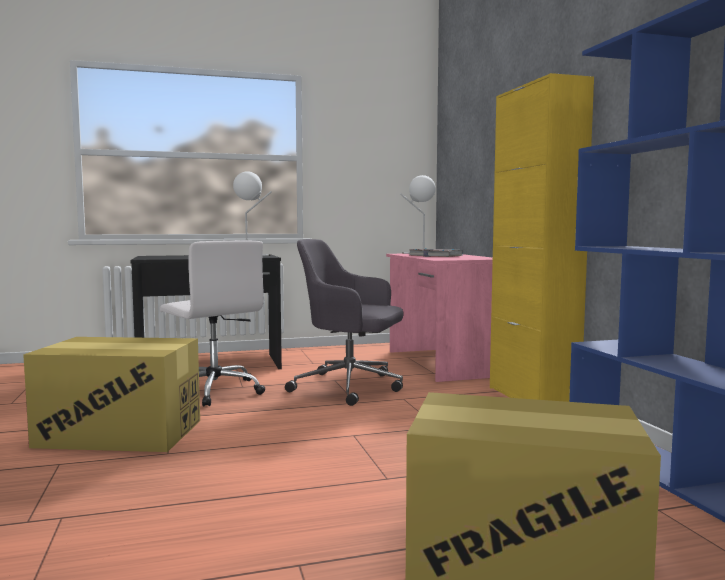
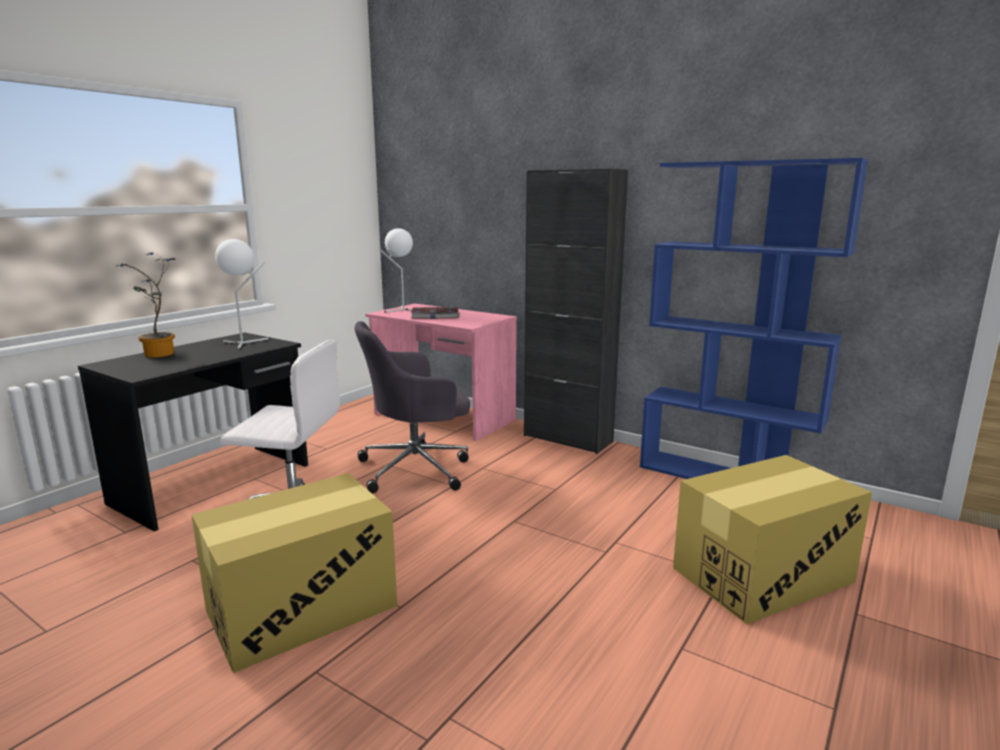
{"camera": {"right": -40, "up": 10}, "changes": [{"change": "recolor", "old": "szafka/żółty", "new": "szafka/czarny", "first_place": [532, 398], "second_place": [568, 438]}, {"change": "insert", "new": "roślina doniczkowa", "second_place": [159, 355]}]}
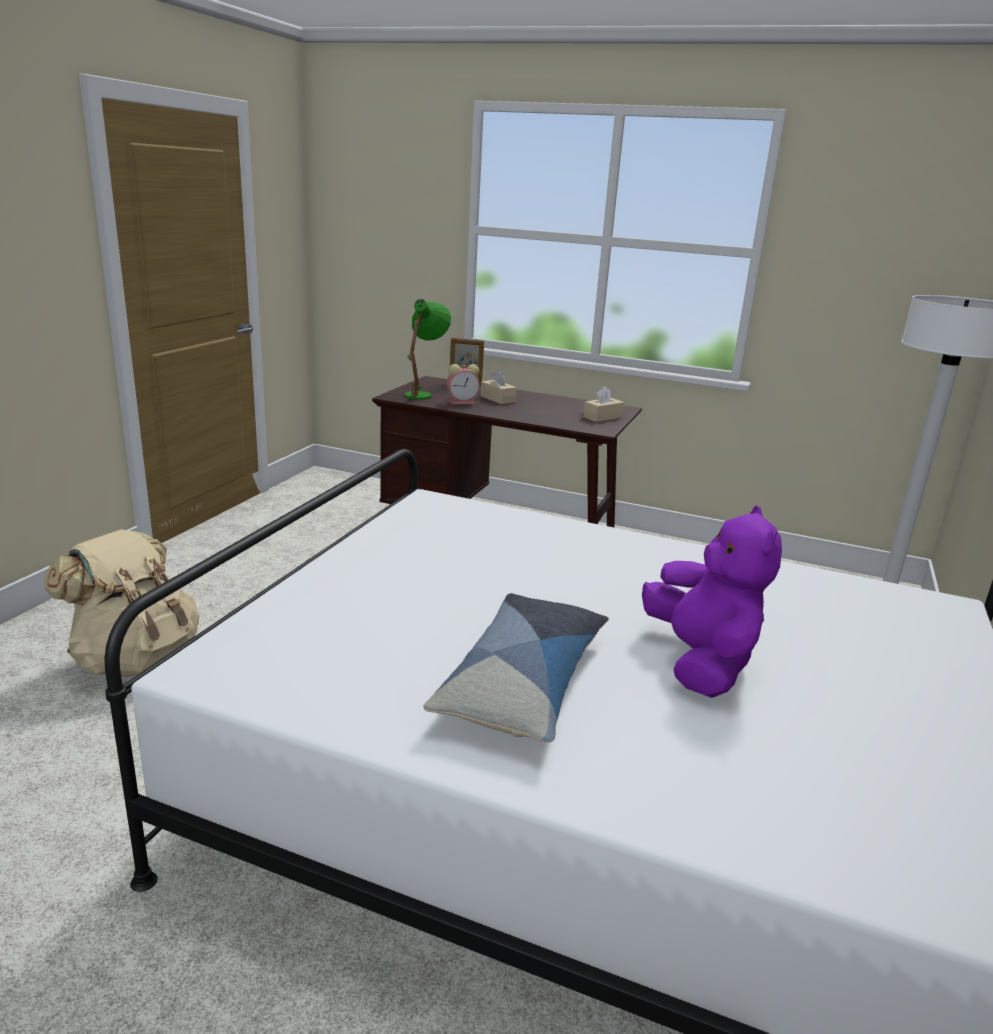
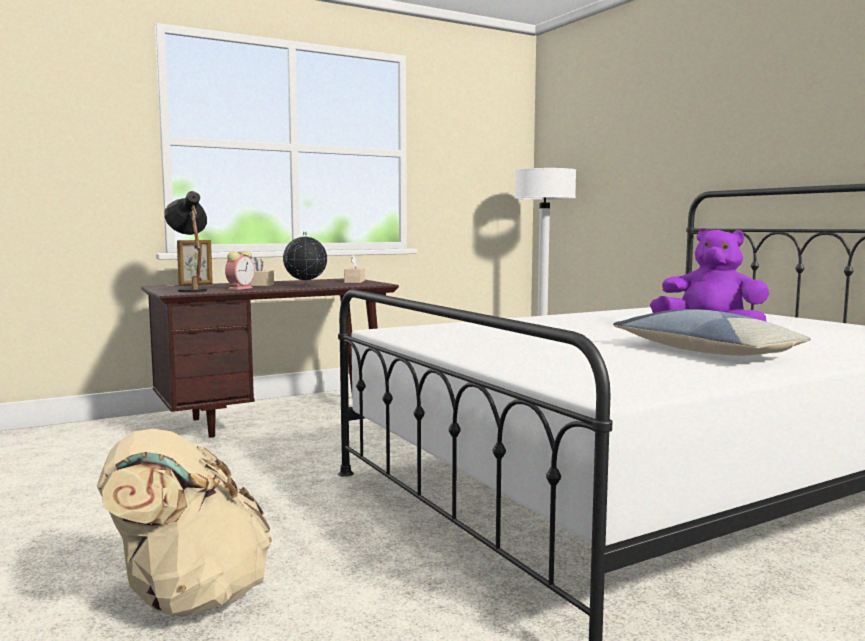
{"camera": {"right": -50, "up": -15}, "changes": [{"change": "recolor", "old": "lampa stołowa/zielony", "new": "lampa stołowa/czarny", "first_place": [423, 394], "second_place": [191, 290]}, {"change": "insert", "new": "globus", "second_place": [305, 286]}]}
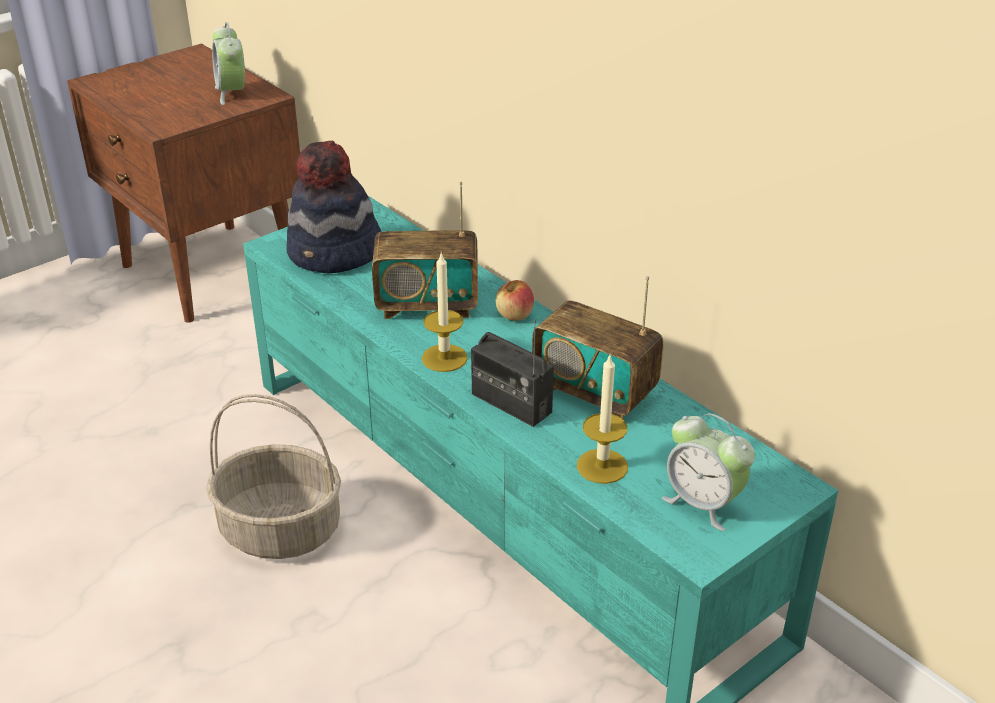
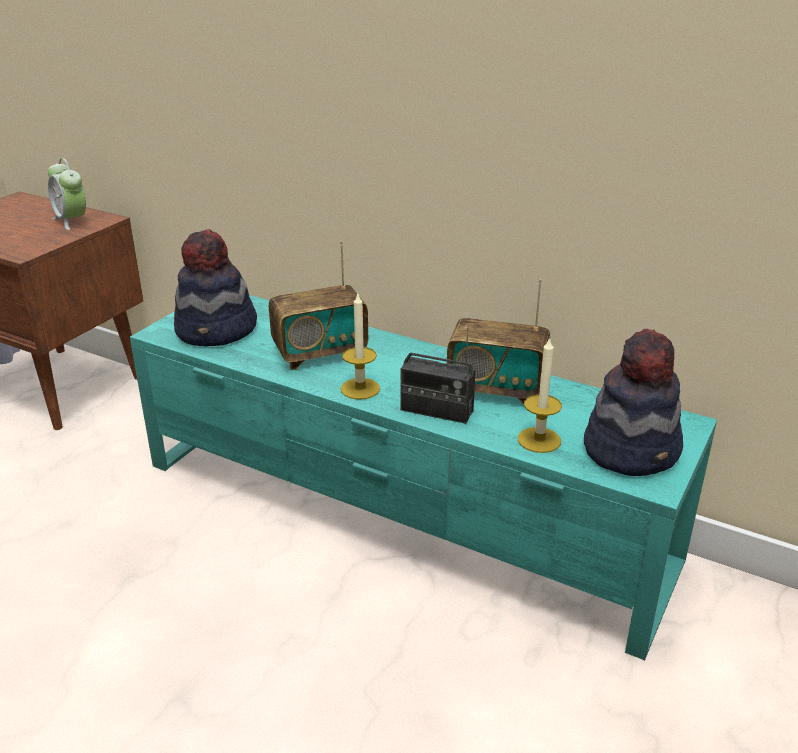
{"camera": {"right": -20, "up": -5}, "changes": [{"change": "delete", "old": "jabłko", "first_place": [514, 315]}, {"change": "delete", "old": "koszyk", "first_place": [282, 529]}, {"change": "replace", "old": "budzik", "new": "kapelusz", "first_place": [703, 503], "second_place": [632, 449]}]}
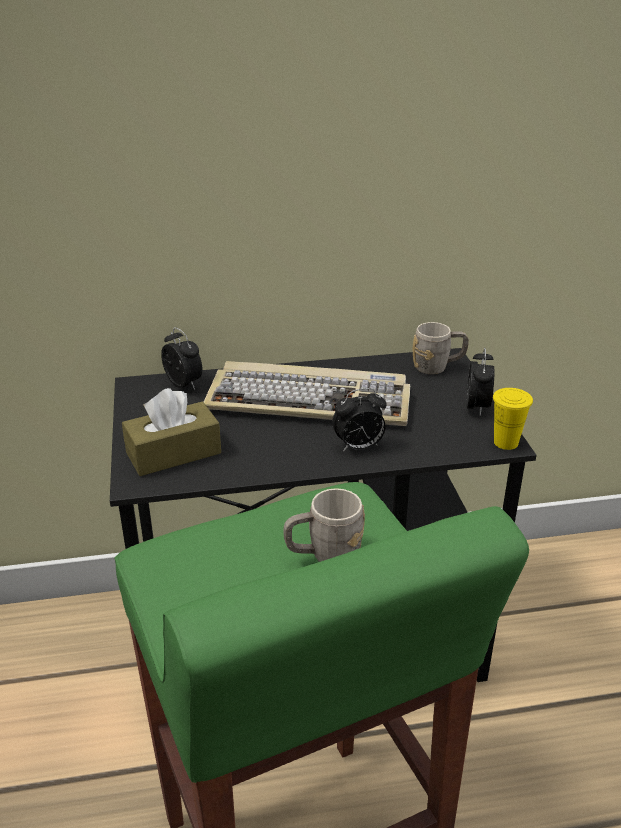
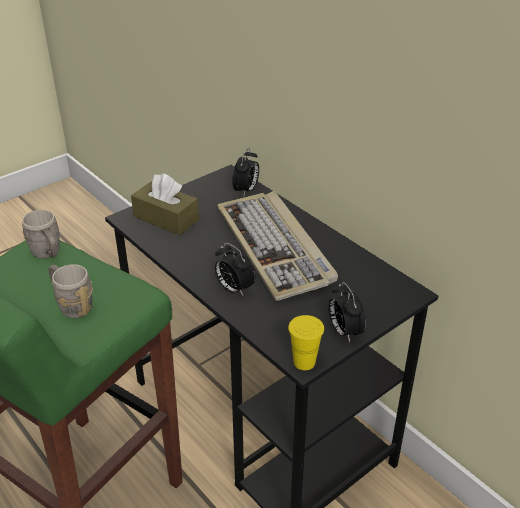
{"camera": {"right": 60, "up": 5}, "changes": [{"change": "move", "old": "kubek/szary", "first_place": [438, 367], "second_place": [48, 254]}, {"change": "rotate", "old": "budzik", "first_place": [477, 407], "second_place": [344, 332], "degrees": 90}]}
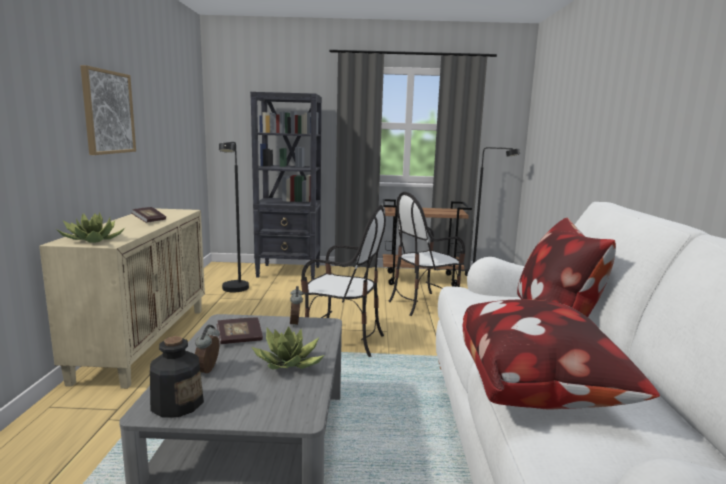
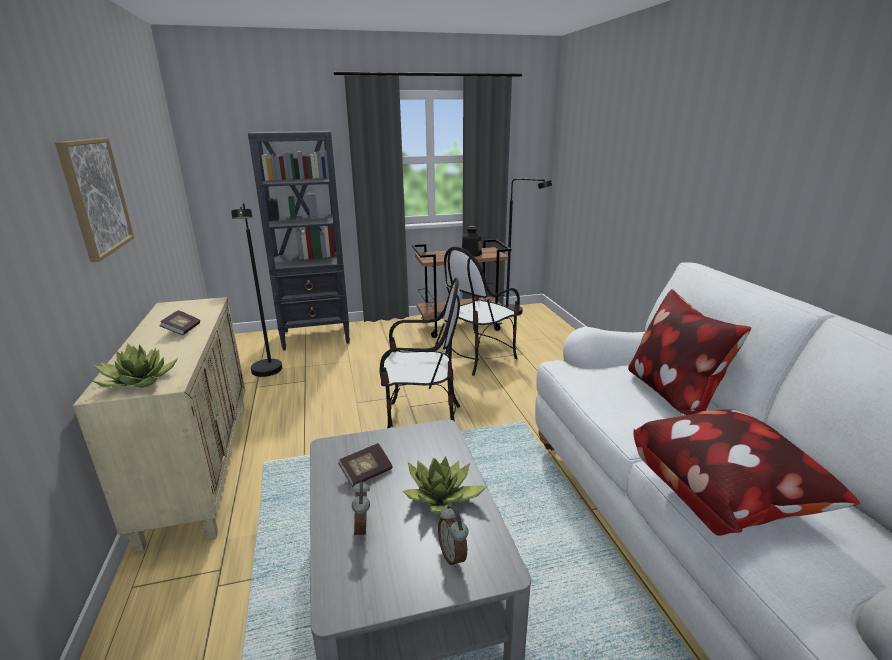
{"camera": {"right": -15, "up": 10}, "changes": [{"change": "move", "old": "budzik", "first_place": [296, 323], "second_place": [453, 556]}, {"change": "move", "old": "butelka", "first_place": [177, 404], "second_place": [471, 254]}]}
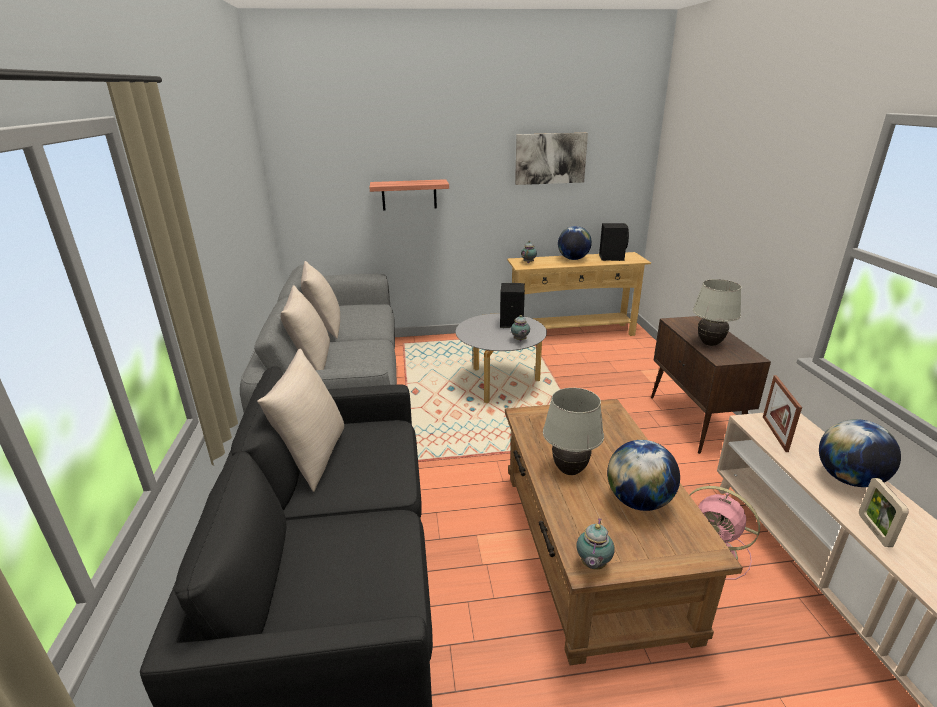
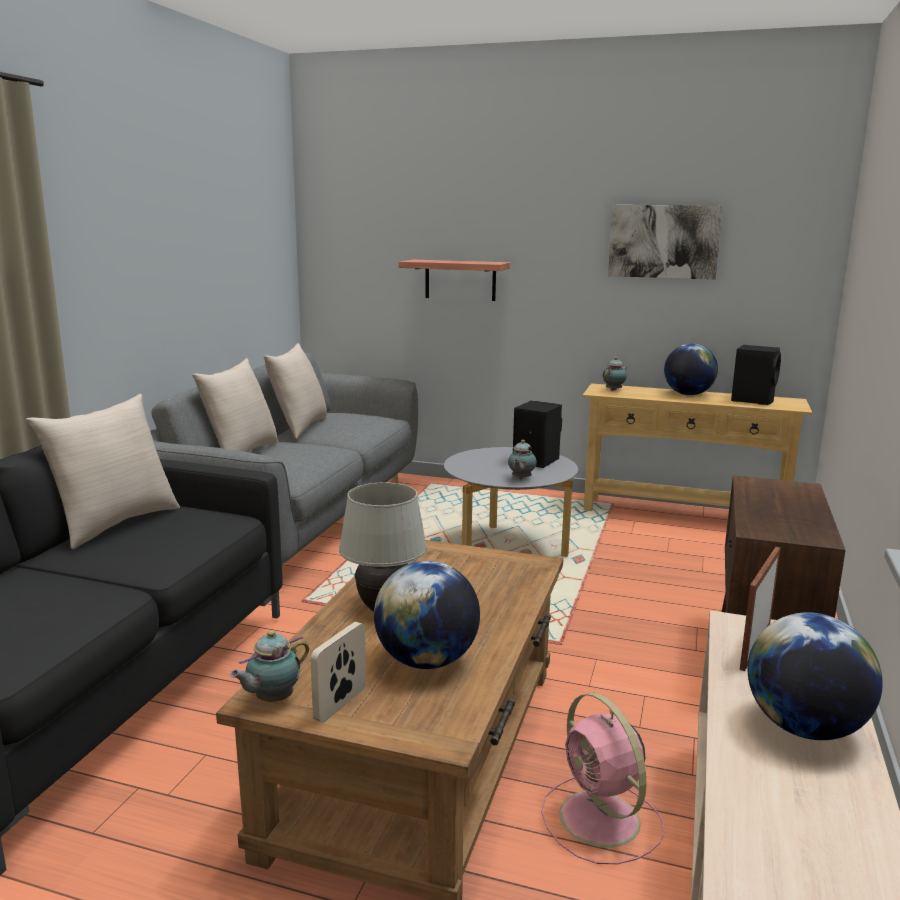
{"camera": {"right": 25, "up": -10}, "changes": [{"change": "delete", "old": "lampa stołowa/biały", "first_place": [709, 344]}, {"change": "move", "old": "ramka na zdjęcie", "first_place": [874, 530], "second_place": [340, 704]}]}
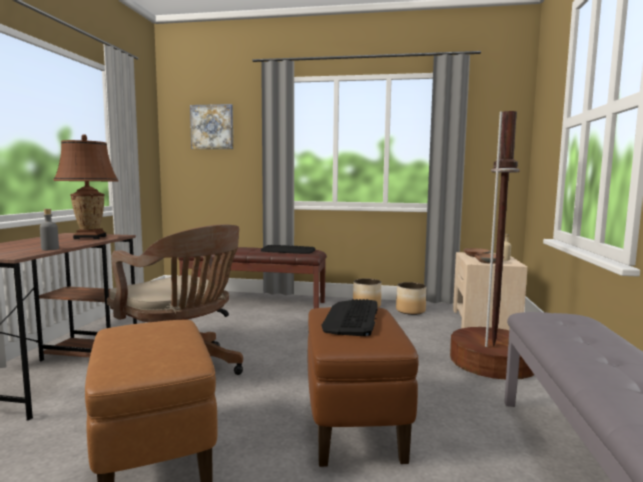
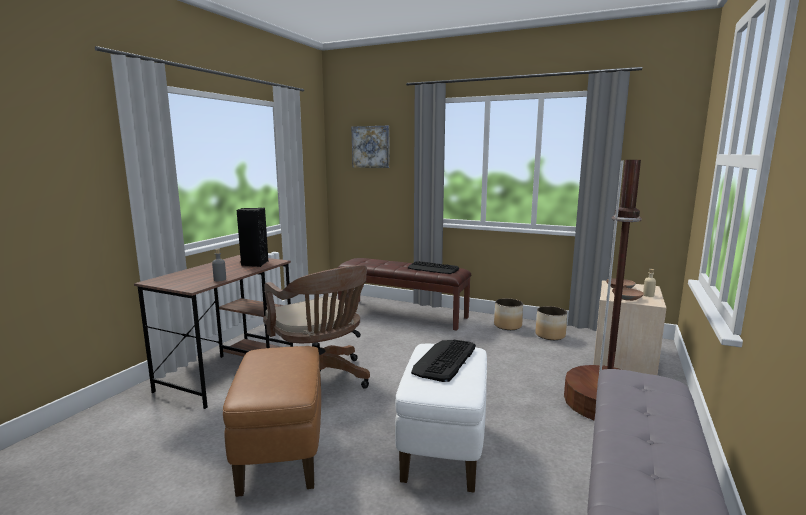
{"camera": {"right": 15, "up": 5}, "changes": [{"change": "replace", "old": "lampa stołowa/brązowy", "new": "głośnik/czarny", "first_place": [90, 237], "second_place": [254, 264]}, {"change": "recolor", "old": "pufa/brązowy", "new": "pufa/biały", "first_place": [354, 424], "second_place": [443, 449]}]}
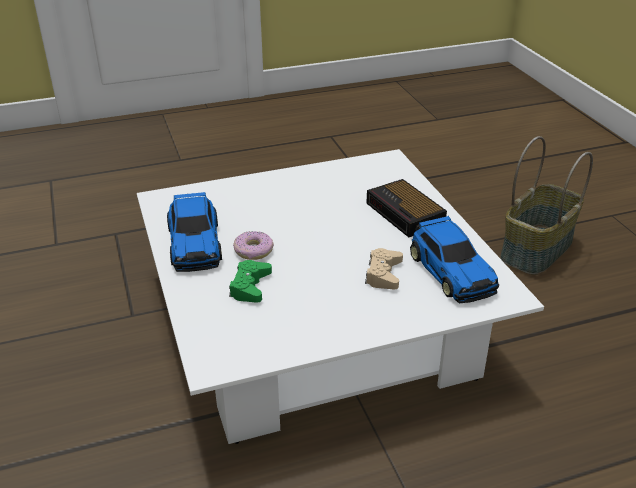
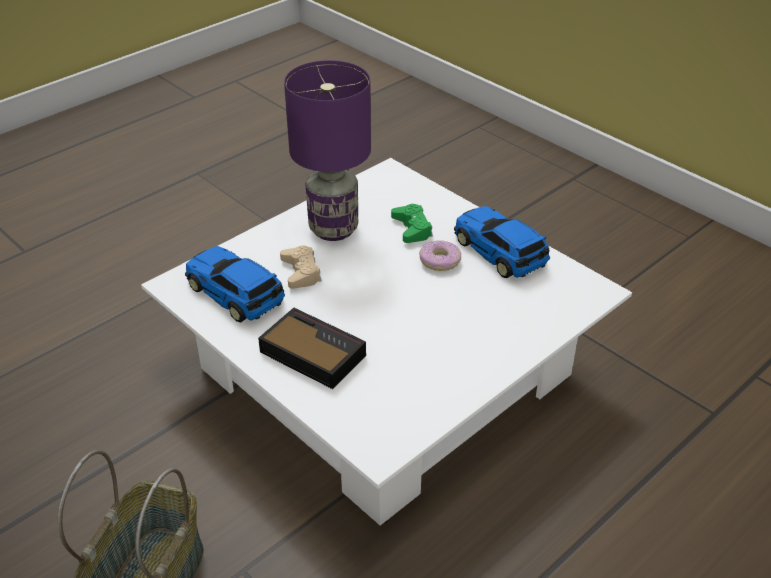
{"camera": {"right": 155, "up": 5}, "changes": [{"change": "insert", "new": "lampa stołowa/fioletowy", "second_place": [334, 229]}]}
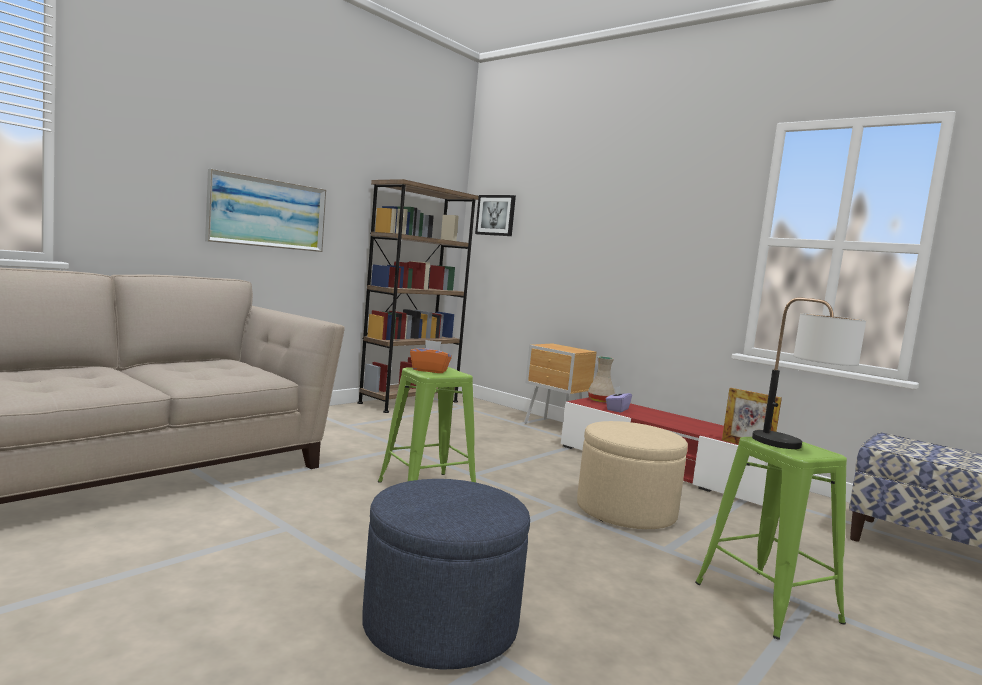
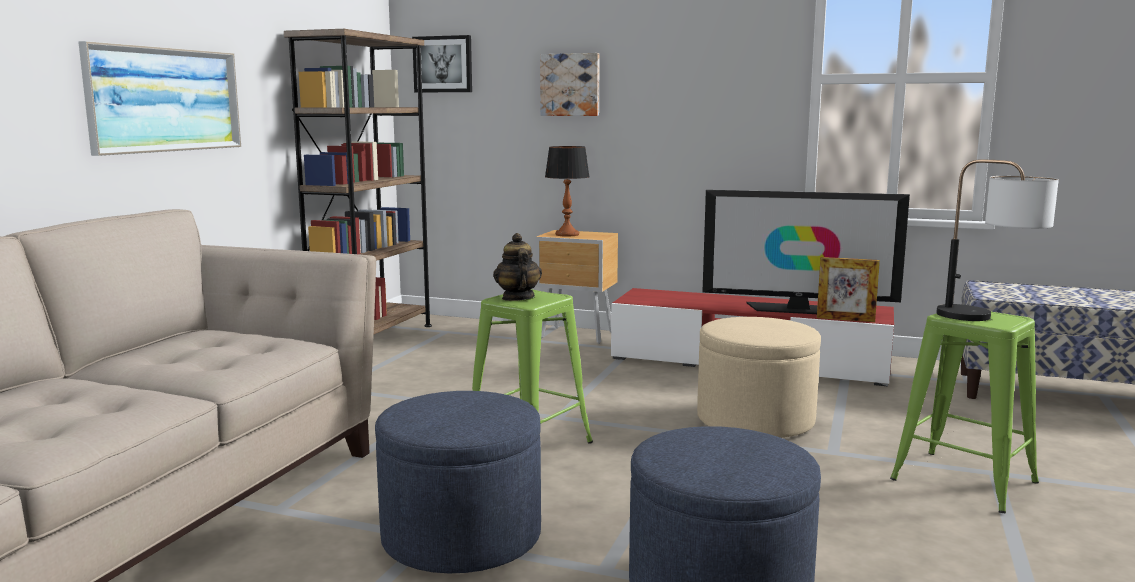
{"camera": {"right": -20, "up": 5}, "changes": [{"change": "replace", "old": "pudełko chusteczek/pomarańczowy", "new": "imbryk", "first_place": [429, 370], "second_place": [517, 298]}, {"change": "delete", "old": "wazon/beżowy", "first_place": [600, 400]}, {"change": "delete", "old": "pudełko chusteczek/fioletowy", "first_place": [617, 409]}, {"change": "insert", "new": "obraz", "second_place": [570, 85]}, {"change": "insert", "new": "lampa stołowa", "second_place": [567, 234]}, {"change": "insert", "new": "telewizor", "second_place": [798, 309]}, {"change": "insert", "new": "pufa/niebieski", "second_place": [461, 537]}]}
